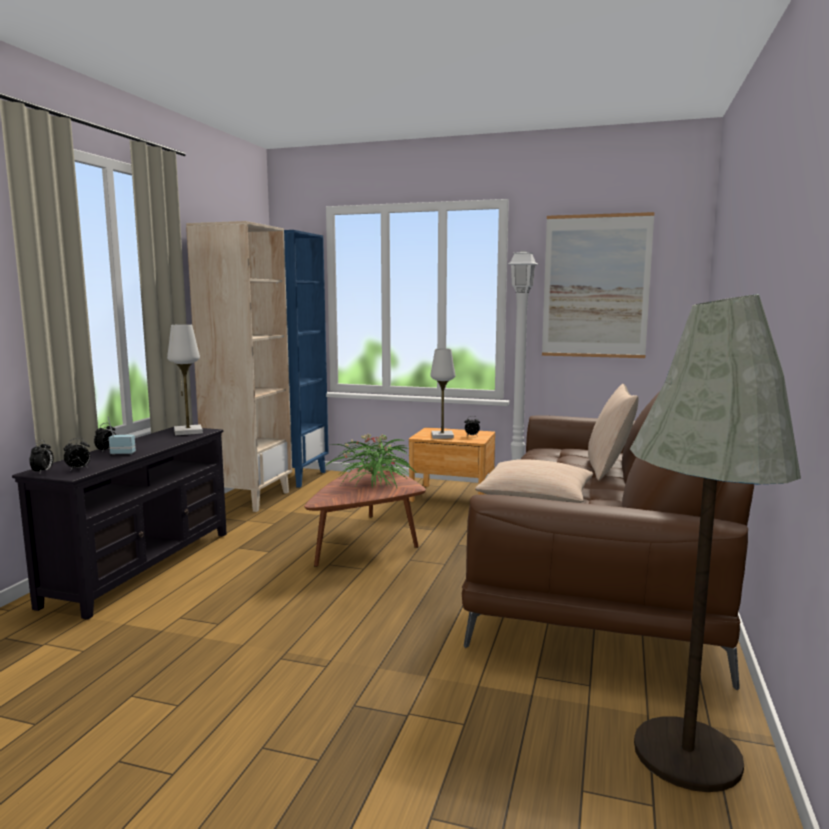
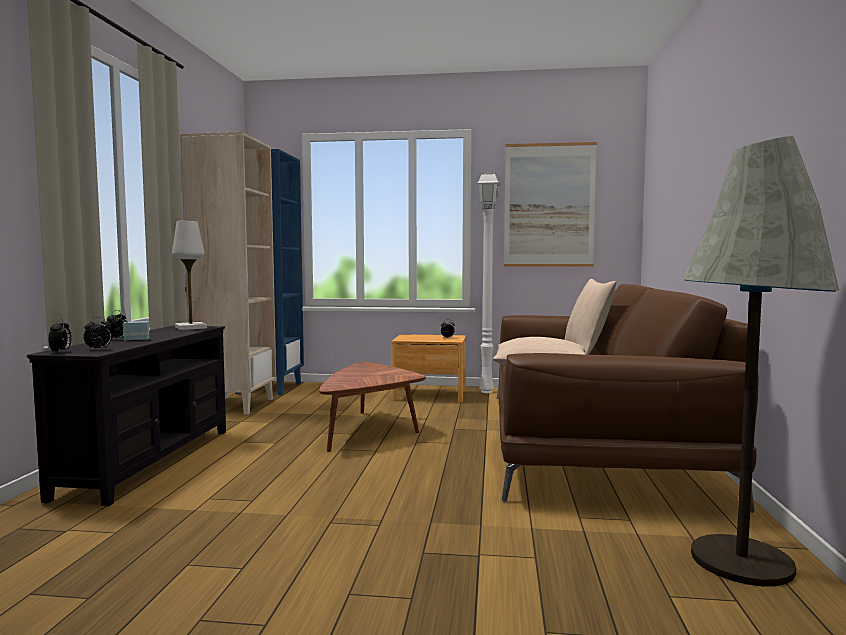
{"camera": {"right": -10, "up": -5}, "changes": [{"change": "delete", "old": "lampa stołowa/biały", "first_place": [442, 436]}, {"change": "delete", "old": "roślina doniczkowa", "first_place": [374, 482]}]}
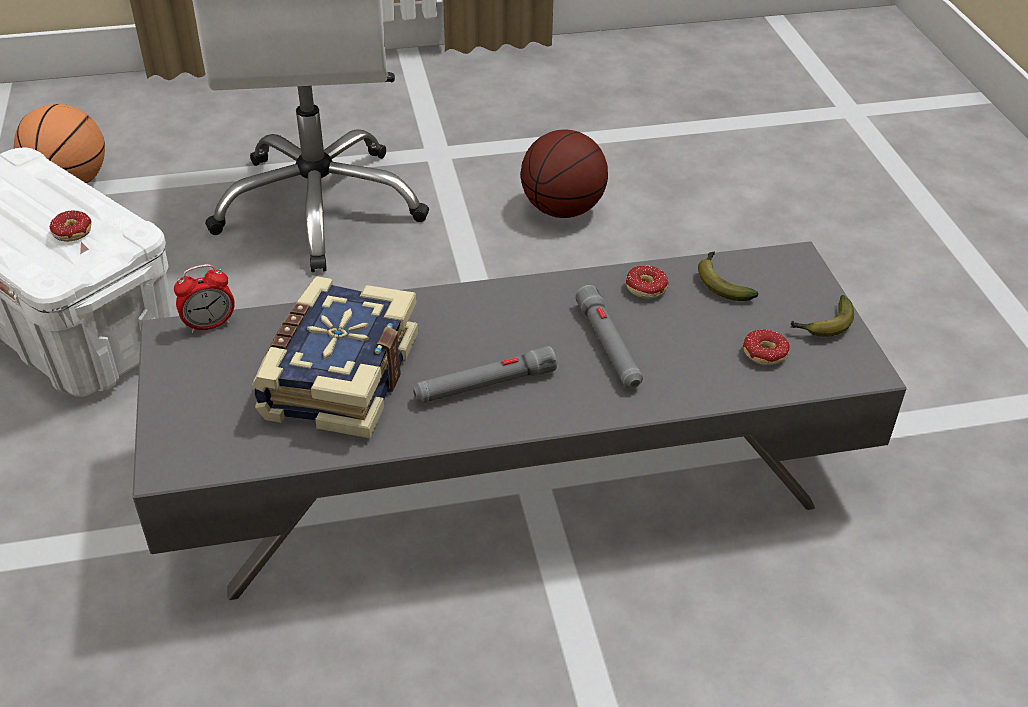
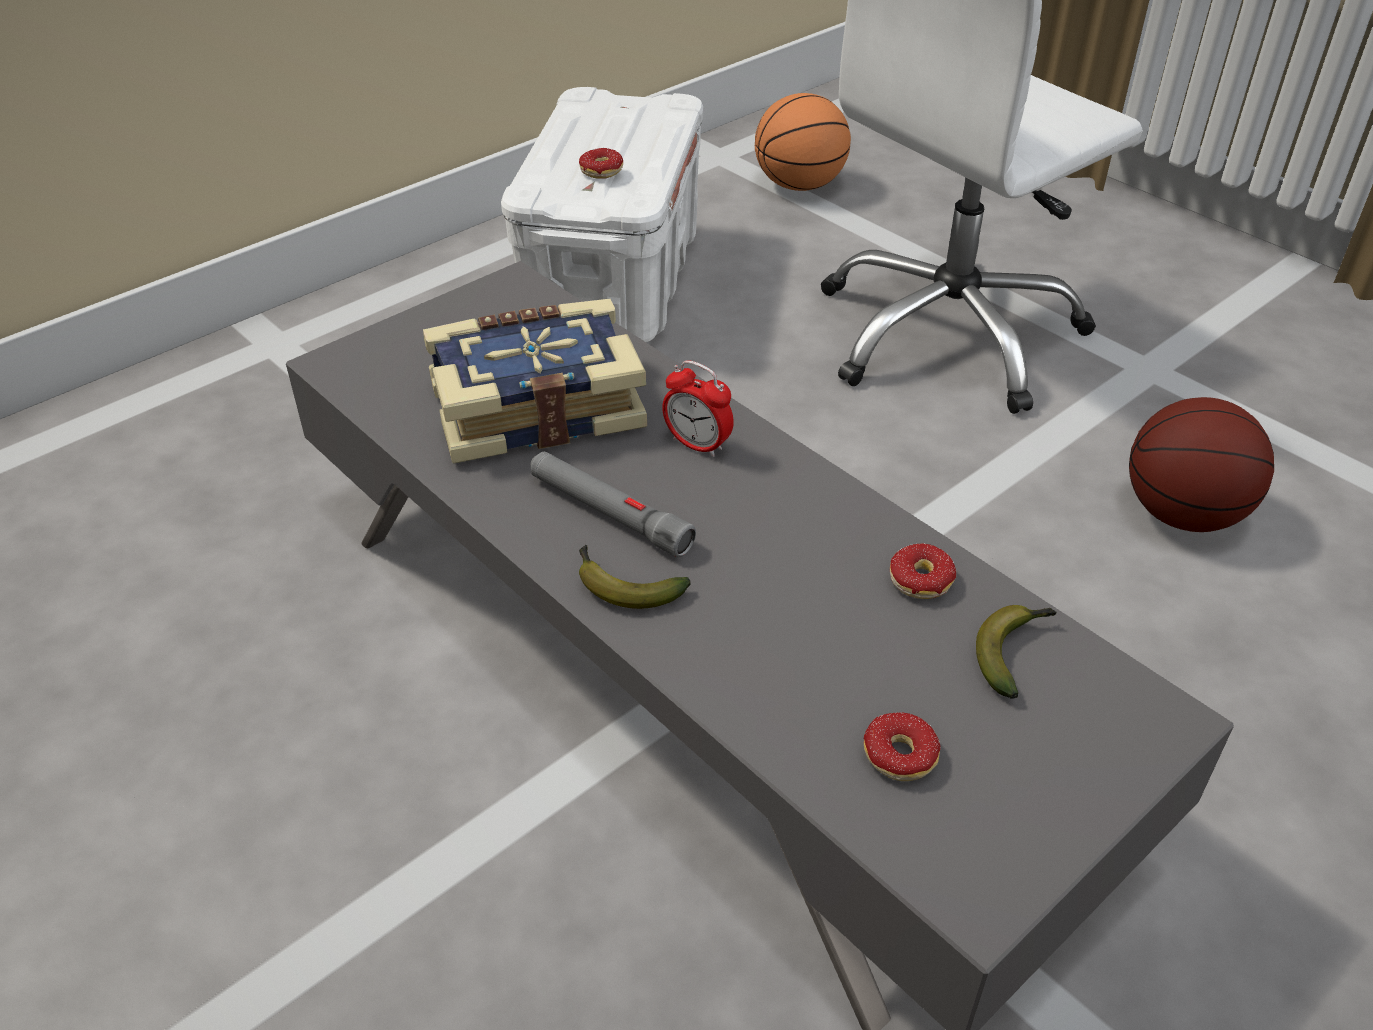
{"camera": {"right": 60, "up": 0}, "changes": [{"change": "move", "old": "budzik", "first_place": [209, 325], "second_place": [697, 445]}, {"change": "delete", "old": "latarka/szary", "first_place": [608, 346]}, {"change": "move", "old": "banan", "first_place": [823, 325], "second_place": [623, 586]}]}
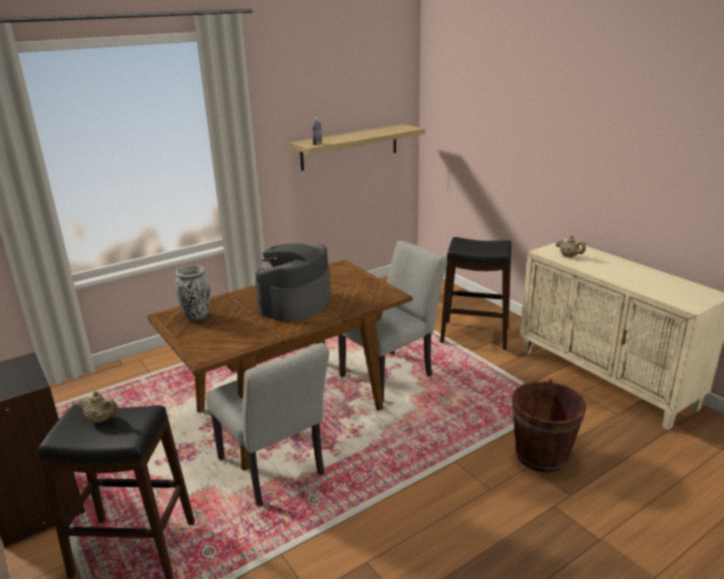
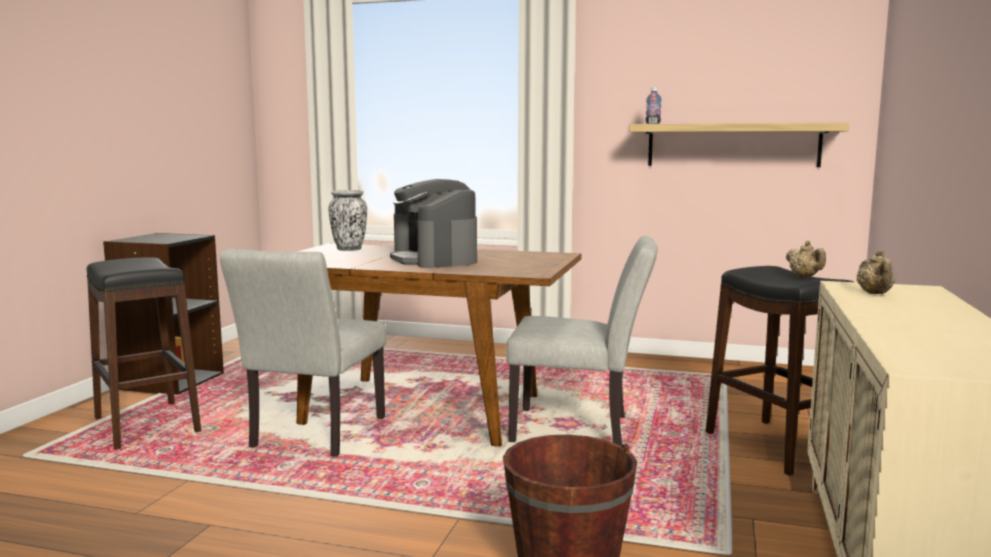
{"camera": {"right": 50, "up": -15}, "changes": [{"change": "rotate", "old": "ekspres do kawy", "first_place": [295, 304], "second_place": [434, 259], "degrees": -105}, {"change": "move", "old": "imbryk/beżowy", "first_place": [102, 420], "second_place": [805, 276]}]}
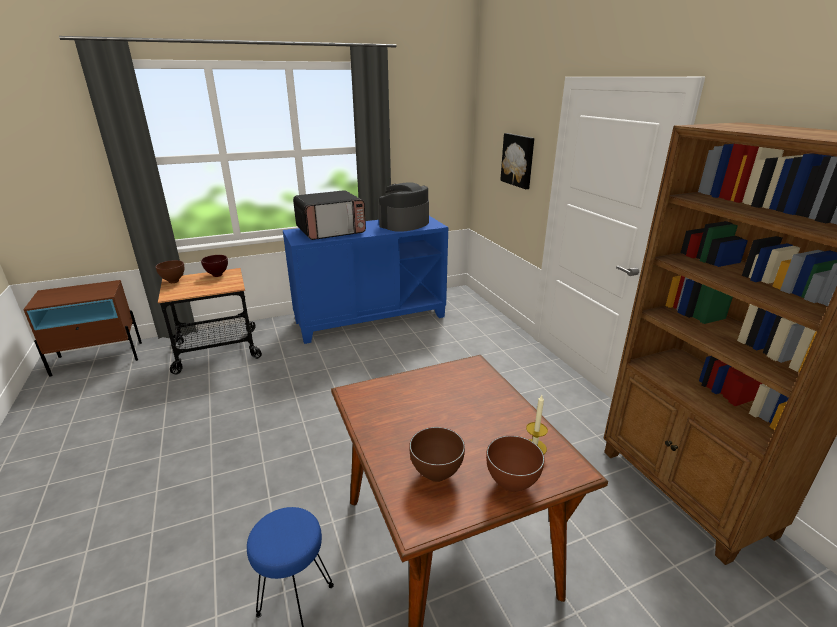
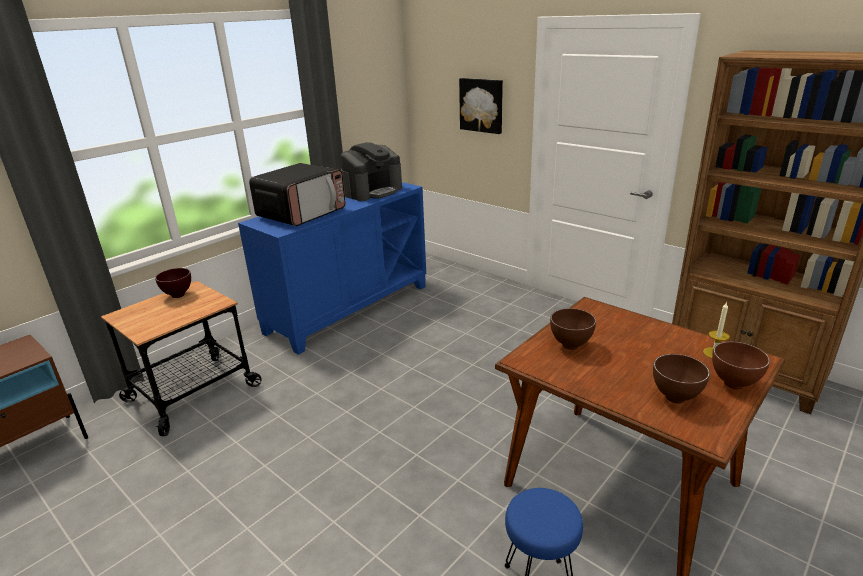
{"camera": {"right": -25, "up": 0}, "changes": [{"change": "rotate", "old": "ekspres do kawy", "first_place": [404, 224], "second_place": [373, 191], "degrees": -150}, {"change": "move", "old": "miska/brązowy", "first_place": [173, 281], "second_place": [569, 346]}]}
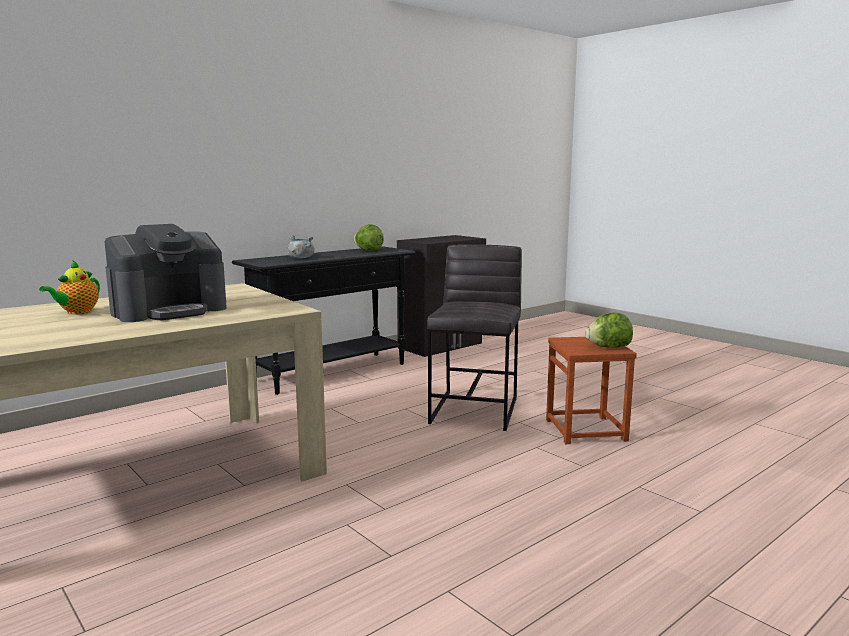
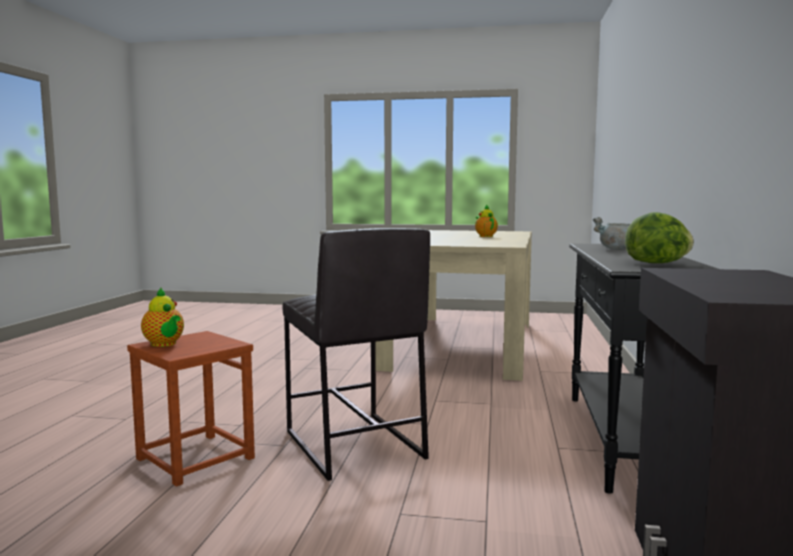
{"camera": {"right": 140, "up": -5}, "changes": [{"change": "delete", "old": "ekspres do kawy", "first_place": [169, 310]}, {"change": "replace", "old": "sałata", "new": "imbryk", "first_place": [608, 347], "second_place": [164, 344]}]}
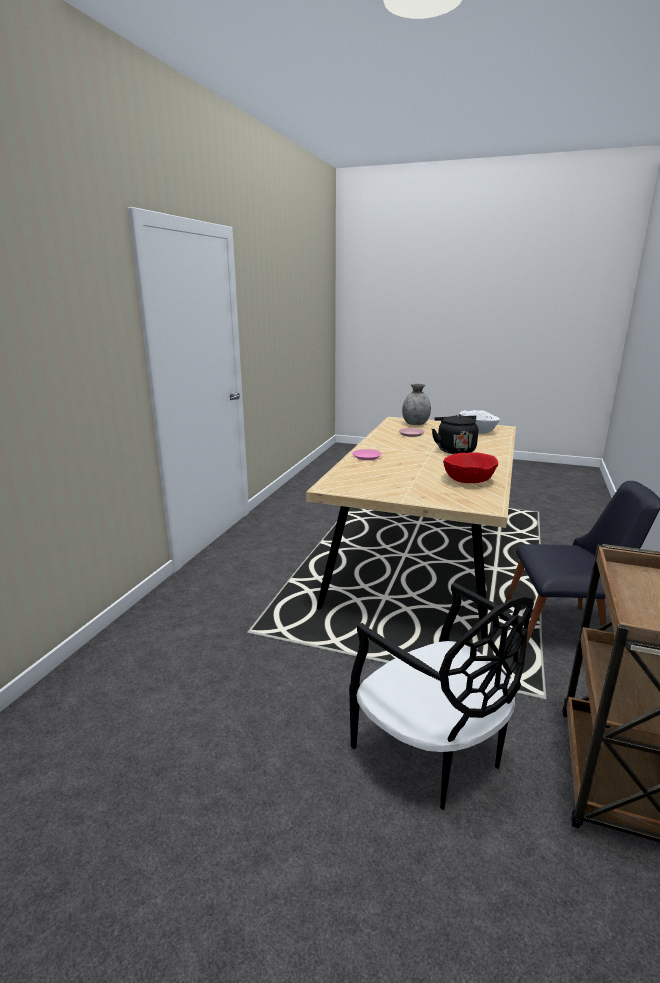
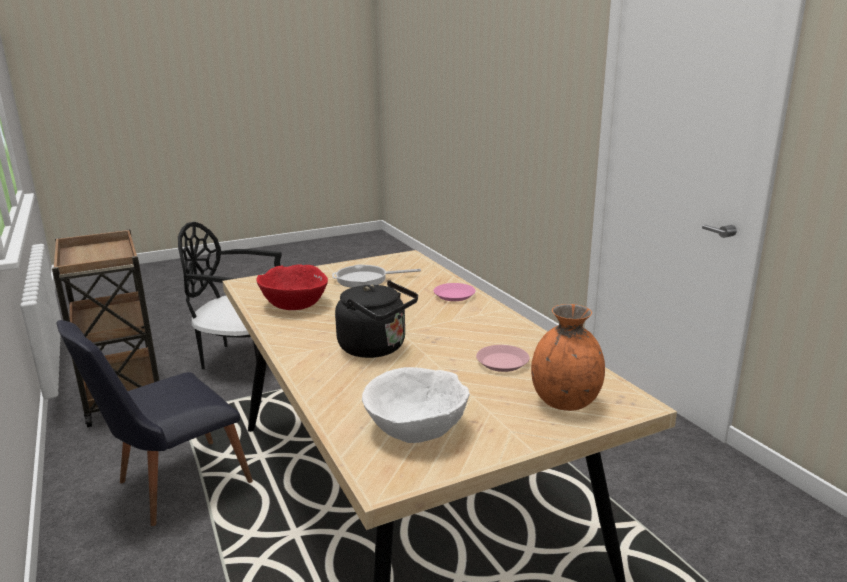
{"camera": {"right": 135, "up": 0}, "changes": [{"change": "recolor", "old": "wazon/szary", "new": "wazon/pomarańczowy", "first_place": [415, 424], "second_place": [565, 402]}, {"change": "insert", "new": "patelnia", "second_place": [366, 279]}]}
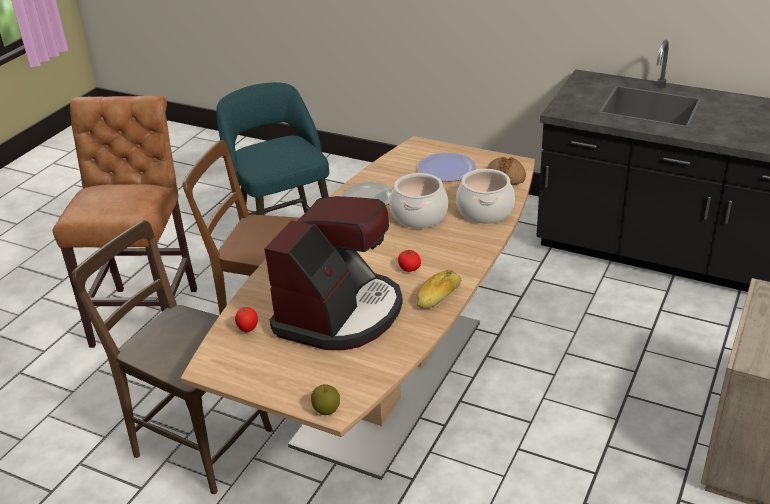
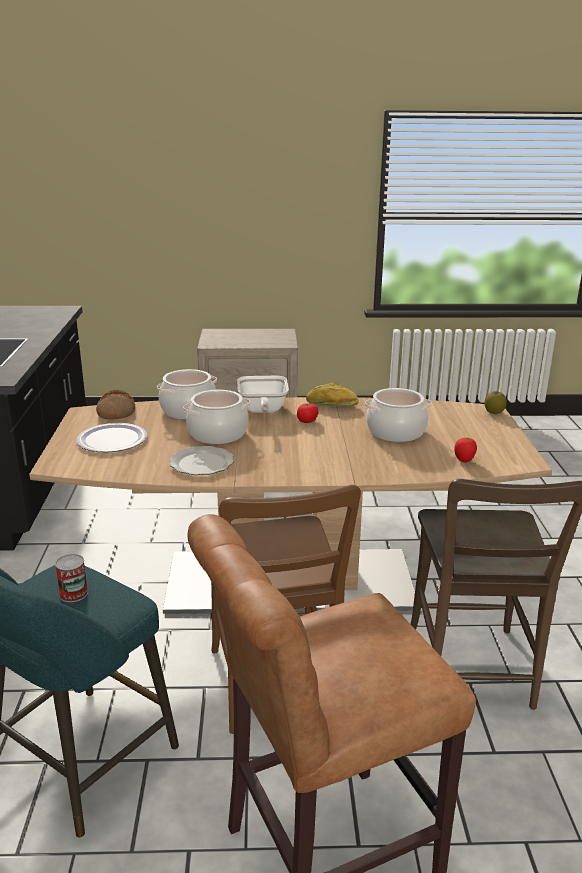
{"camera": {"right": -120, "up": -10}, "changes": [{"change": "replace", "old": "ekspres do kawy", "new": "garnek", "first_place": [340, 313], "second_place": [395, 432]}, {"change": "insert", "new": "patelnia", "second_place": [262, 410]}, {"change": "insert", "new": "puszka", "second_place": [73, 593]}]}
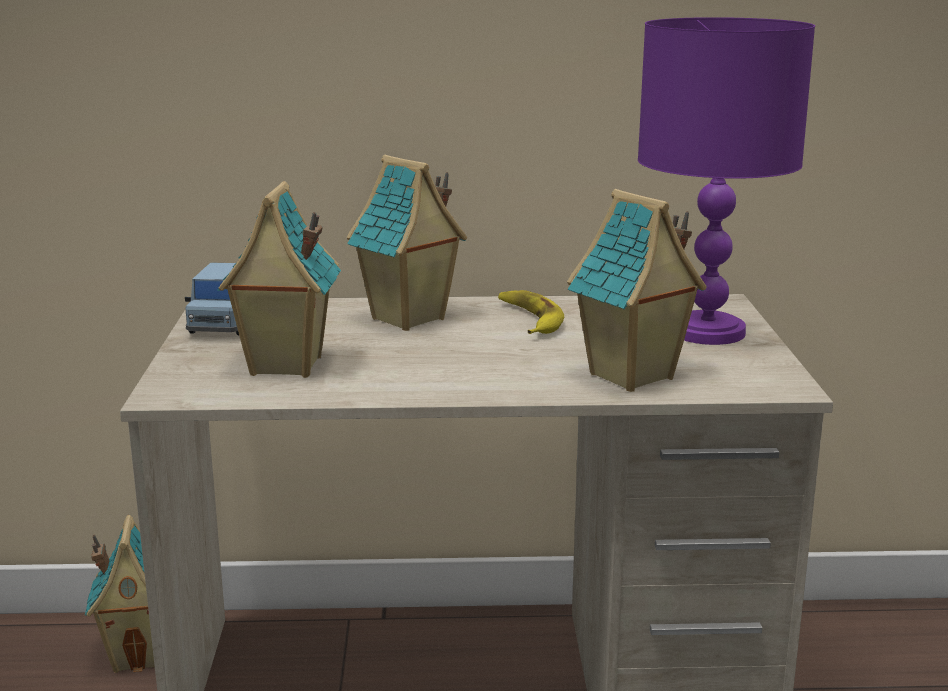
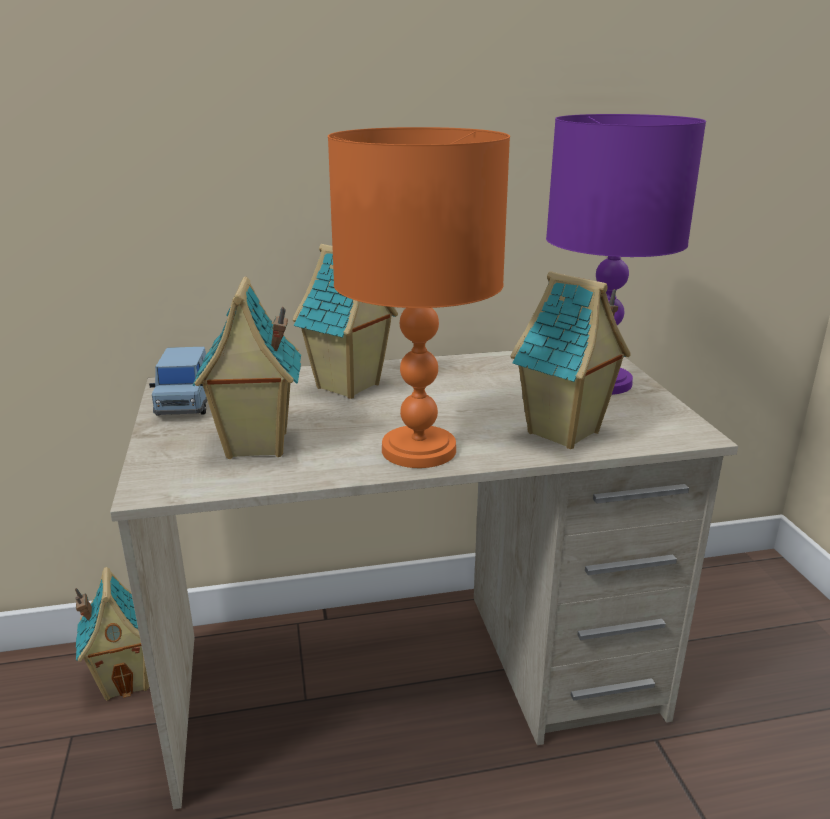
{"camera": {"right": -10, "up": 5}, "changes": [{"change": "delete", "old": "banan", "first_place": [529, 319]}, {"change": "insert", "new": "lampa stołowa/pomarańczowy", "second_place": [417, 450]}]}
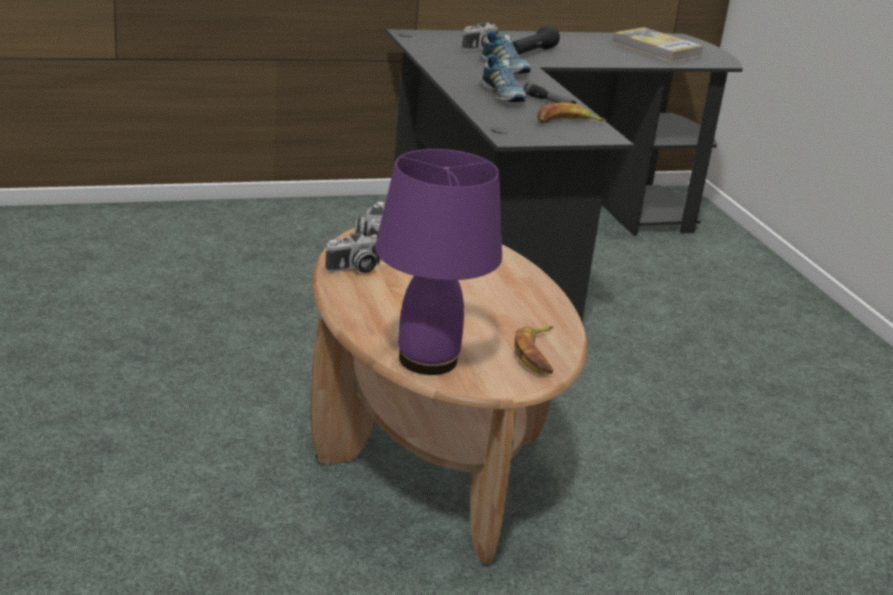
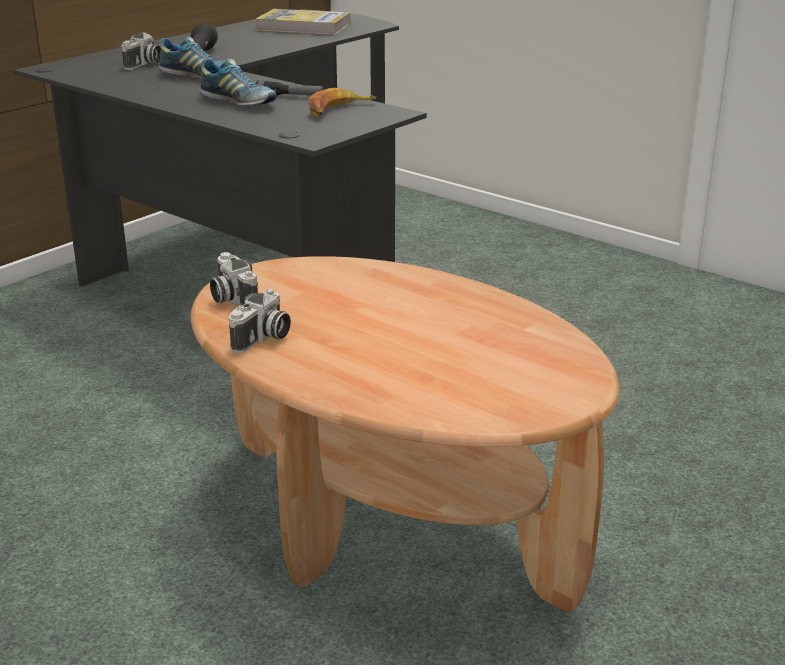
{"camera": {"right": -30, "up": 0}, "changes": [{"change": "delete", "old": "lampa stołowa/fioletowy", "first_place": [428, 361]}, {"change": "delete", "old": "banan", "first_place": [538, 355]}]}
